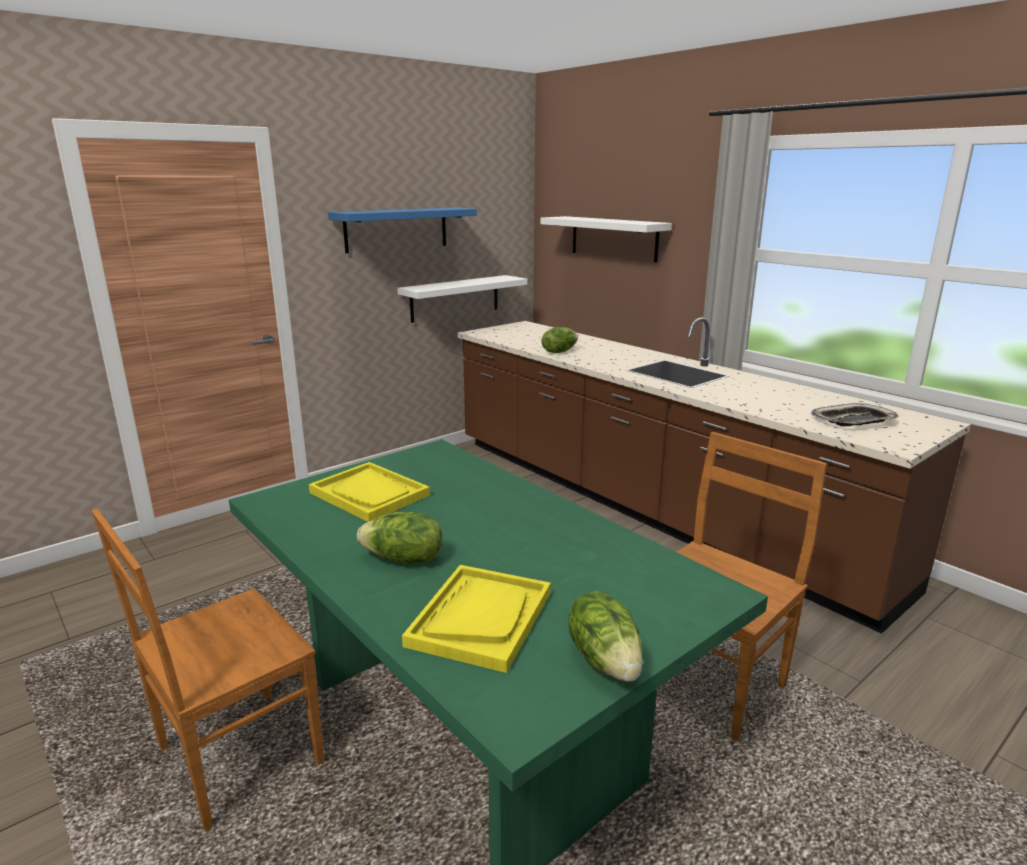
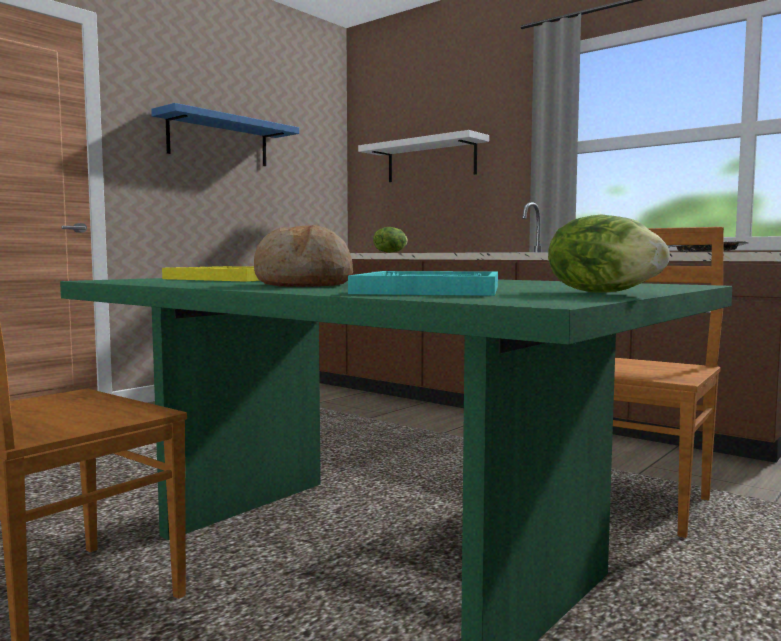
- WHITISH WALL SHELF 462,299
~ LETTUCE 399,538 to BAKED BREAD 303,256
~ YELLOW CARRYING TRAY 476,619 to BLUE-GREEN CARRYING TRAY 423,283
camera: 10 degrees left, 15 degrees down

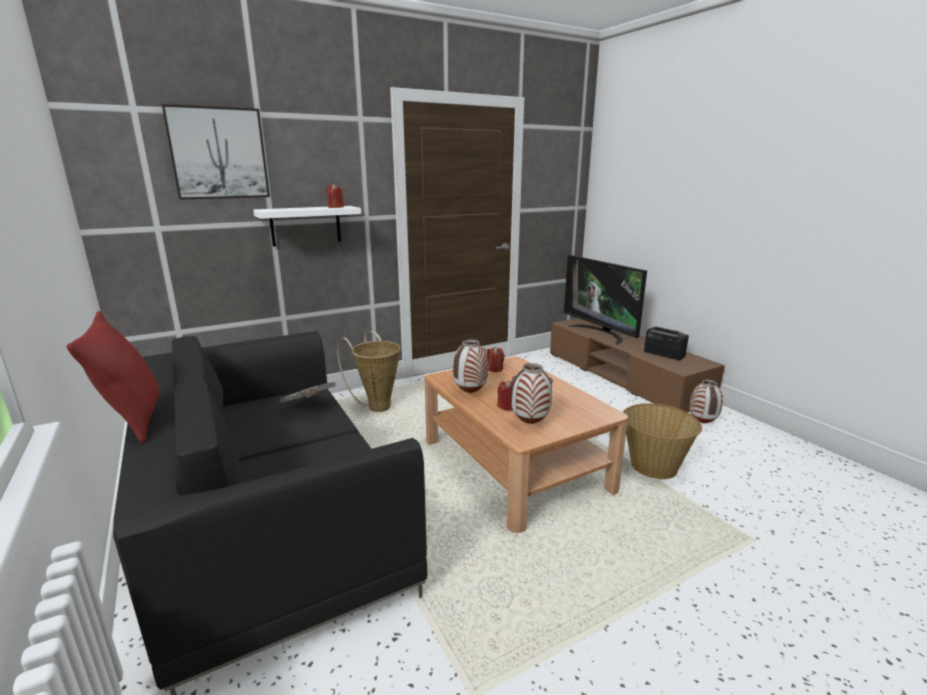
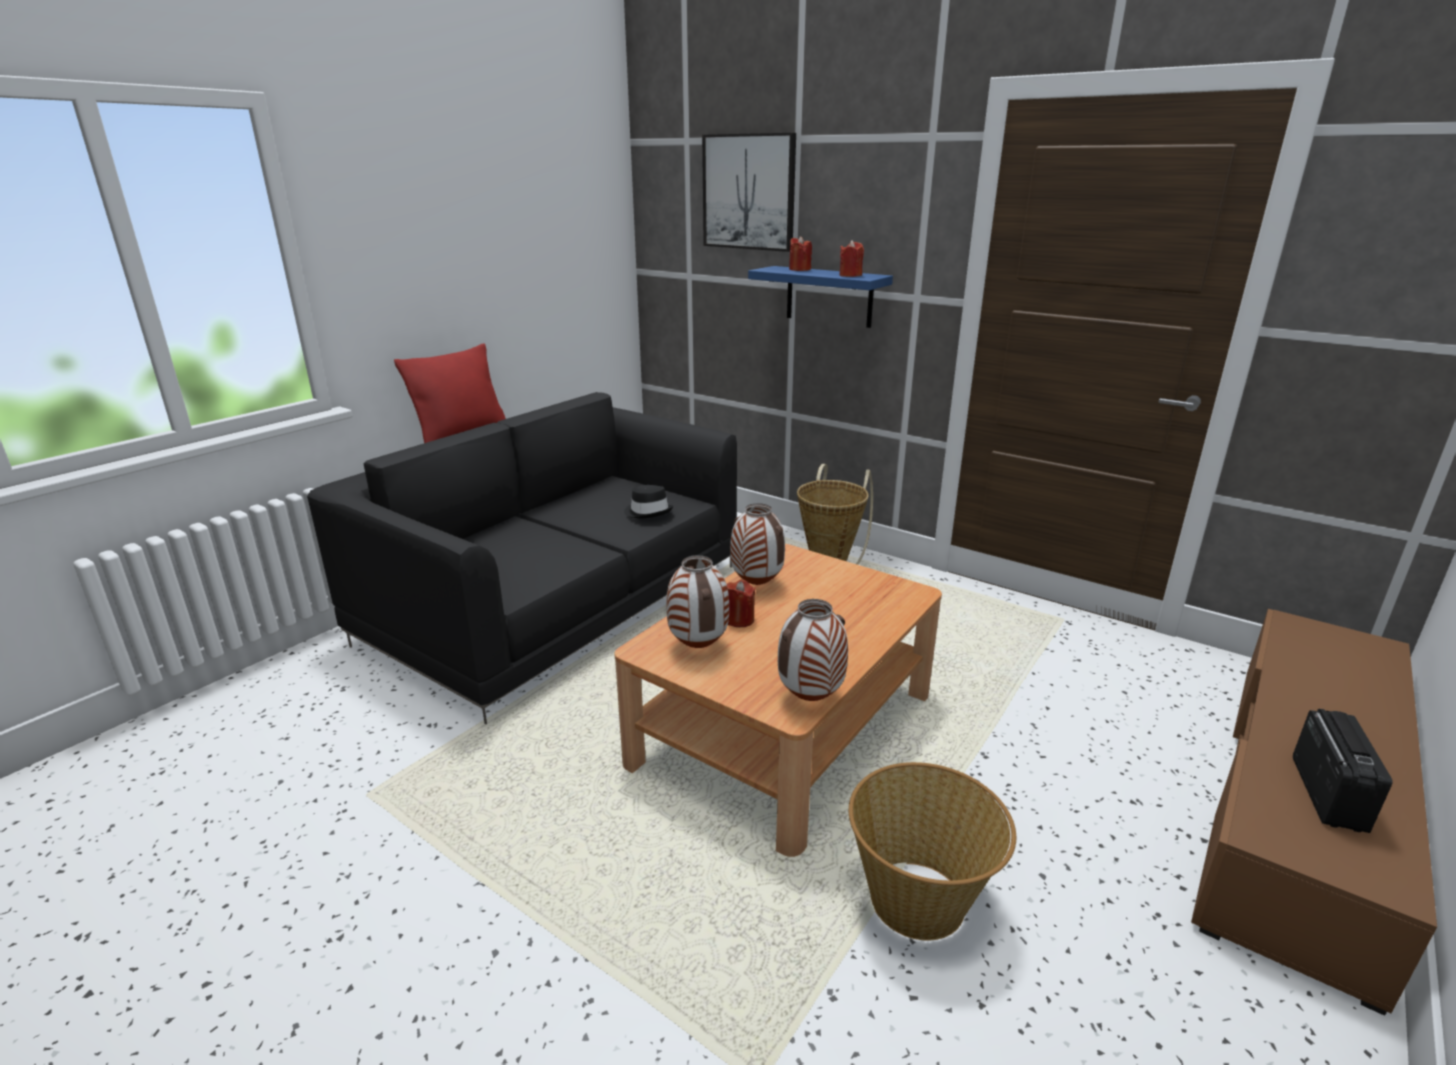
- TV SET 605,299
~ REDDISH CANDLE 496,359 to 800,253
~ VASE 706,401 to 813,650
~ PRINTED PAPER 307,392 to BLACK CLOTHING HAT 648,501
~ WHITISH WALL SHELF 307,226 to BLUE-COLOURED WALL SHELF 820,297
camera: 65 degrees right, 5 degrees up

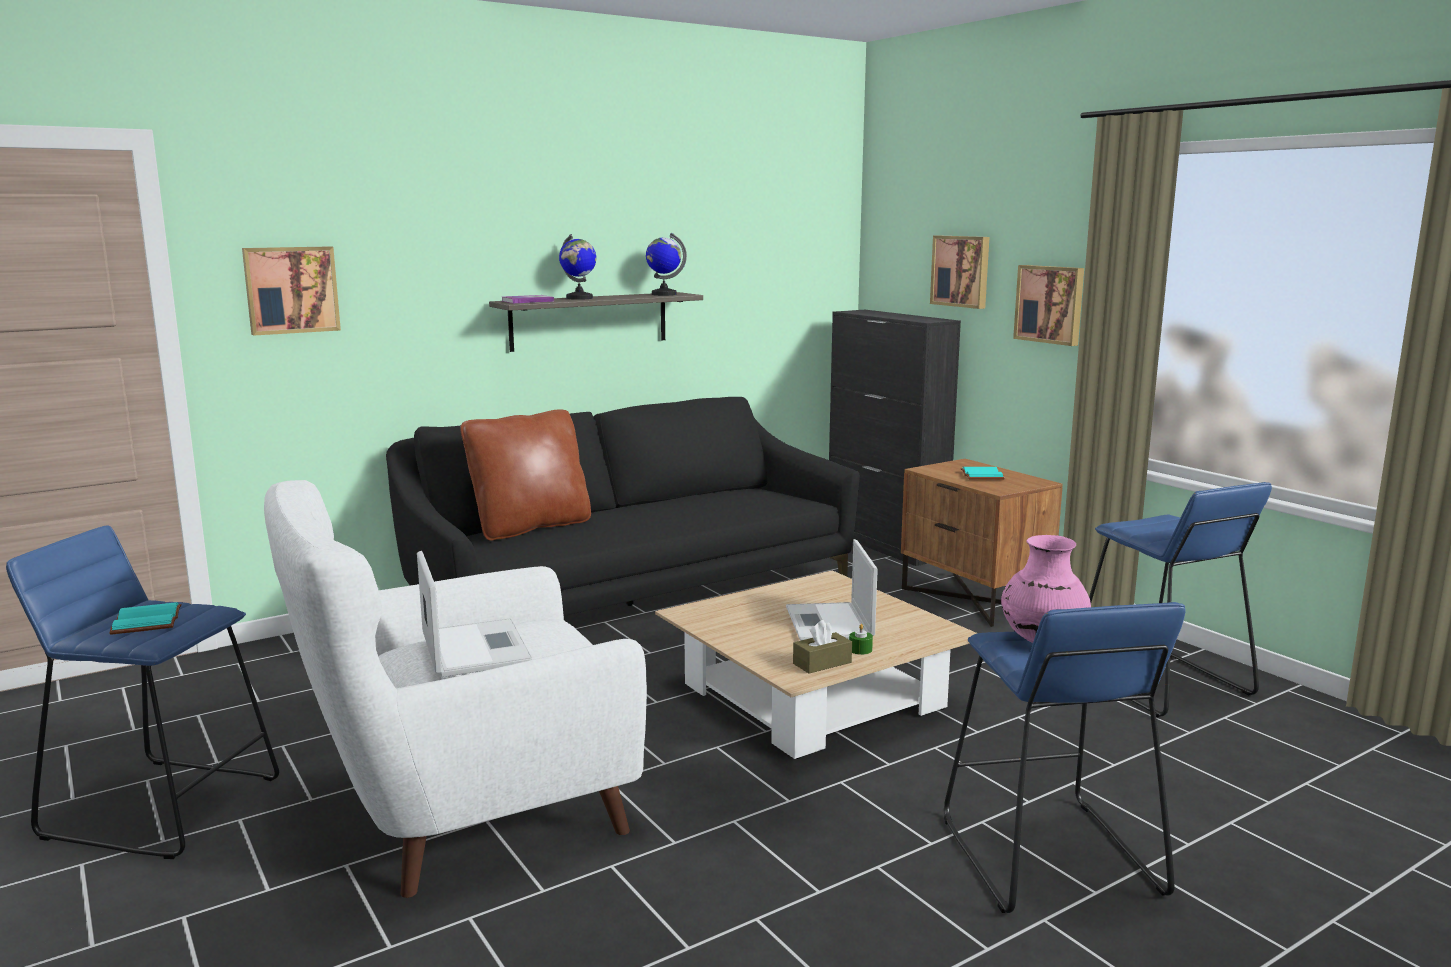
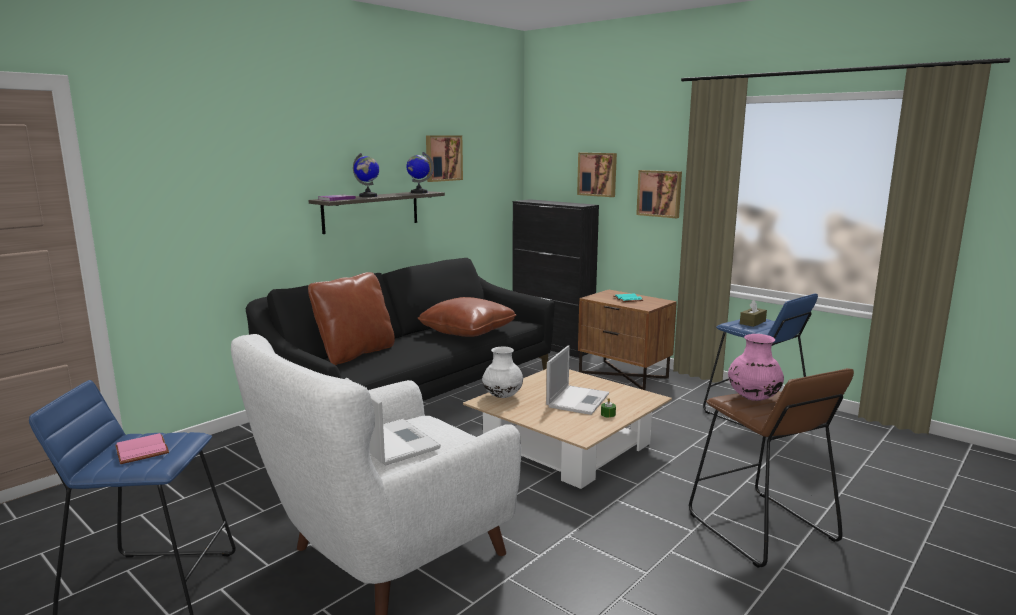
+ BROWN CUSHION 467,317
+ WHITISH VASE 502,372
~ PICTURE 291,291 to 444,159
~ BROWN TISSUE HOLDER 822,647 to 753,313
~ BLUE-GREEN BOUND BOOK 145,618 to PINK BOUND BOOK 142,448
~ BLUE-COLOURED STOOL SEAT 1065,757 to BROWN STOOL SEAT 771,468
~ LAPTOP 832,590 = 577,380 135 degrees counterclockwise
camera: 15 degrees left, 0 degrees up

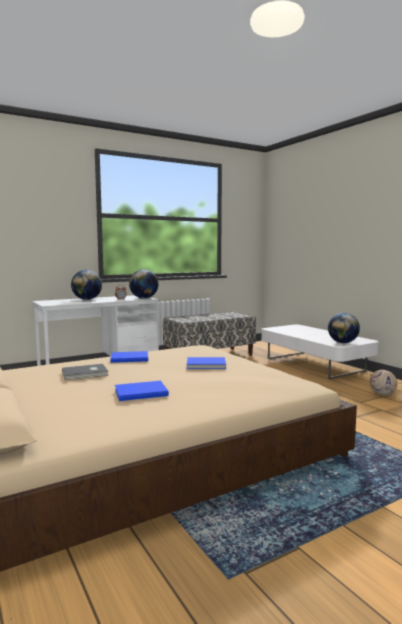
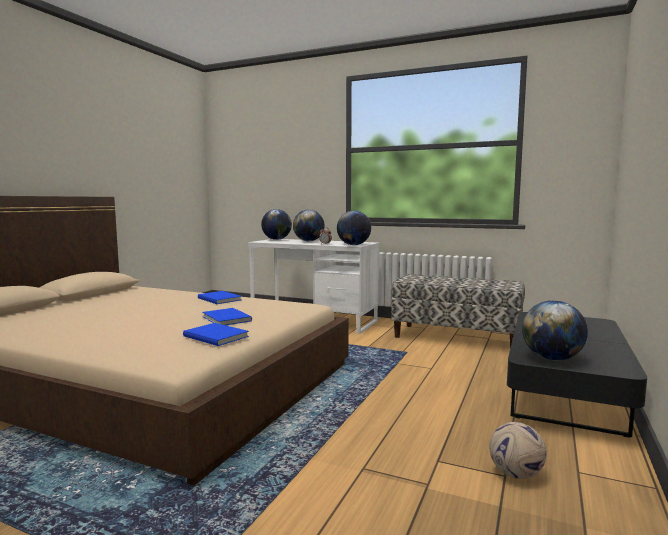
- GREY BOUND BOOK 85,372
+ WORLD GLOBE 276,224
~ BLUE-COLOURED BOUND BOOK 142,391 to 216,334
~ WHITISH COFFEE TABLE 320,352 to BLACK COFFEE TABLE 577,375
camera: 55 degrees right, 0 degrees up

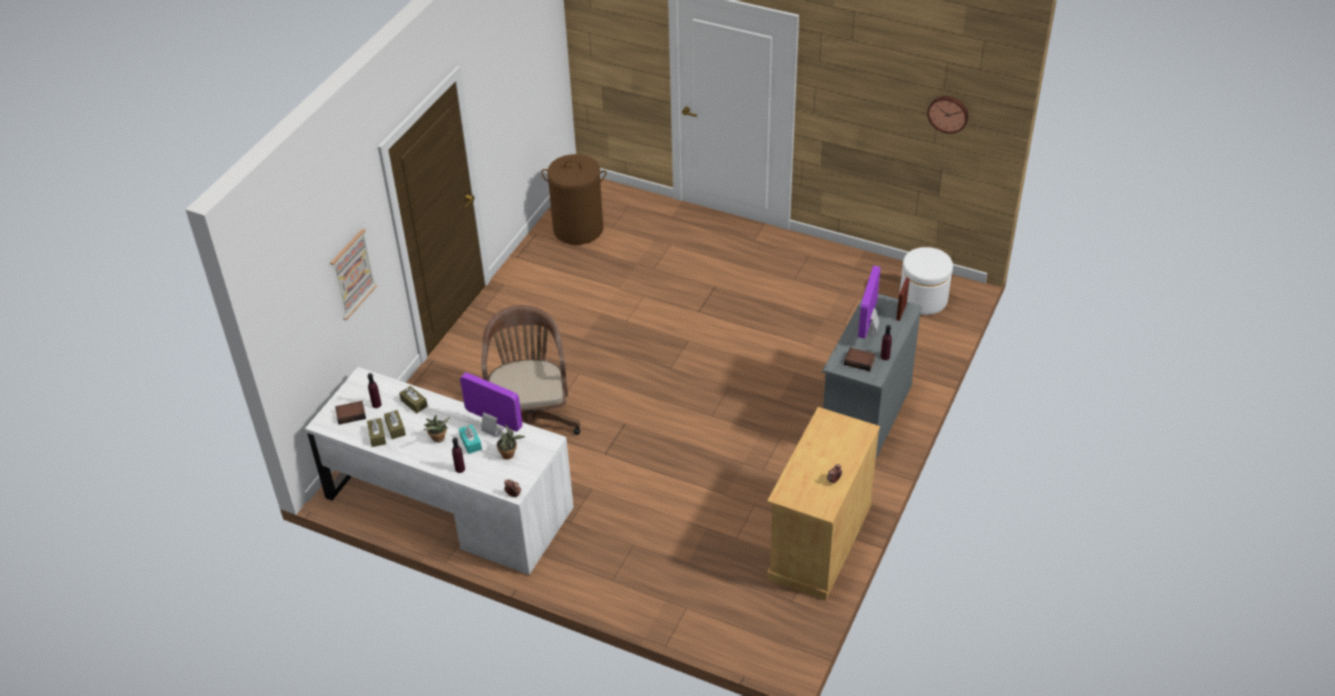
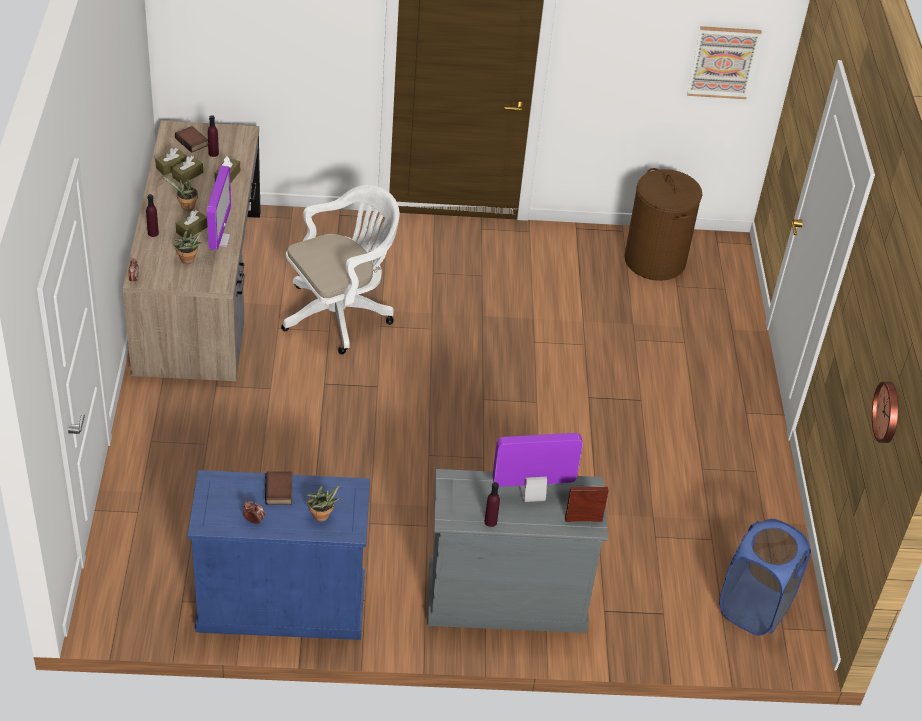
+ PLANT IN A POT 323,503
~ PICTURE 353,274 to 724,62
~ BOUND BOOK 860,359 to 278,488
~ WHITISH POUFFE 926,281 to BLUE-COLOURED LAUNDRY BASKET 765,577
~ WHITISH DESK UNIT 439,471 to BROWN DESK UNIT 191,250
~ BLUE-GREEN TISSUE HOLDER 470,439 to BROWN TISSUE HOLDER 191,224
~ BROWN OFFICE CHAIR 530,370 to WHITISH OFFICE CHAIR 340,270
~ SAND-COLOURED CUPBOARD 823,504 to BLUE-COLOURED CUPBOARD 278,555
camera: 60 degrees right, 0 degrees up

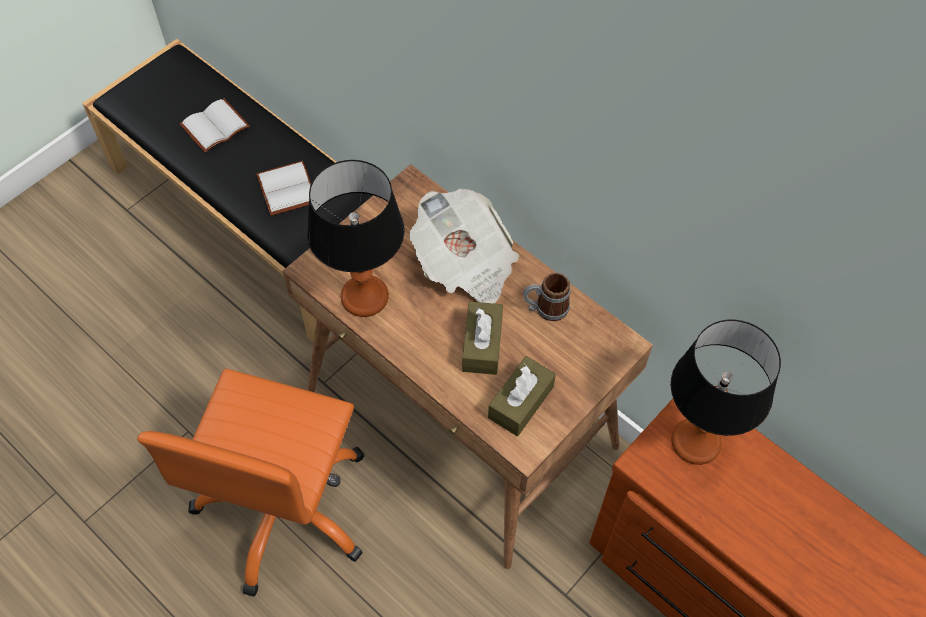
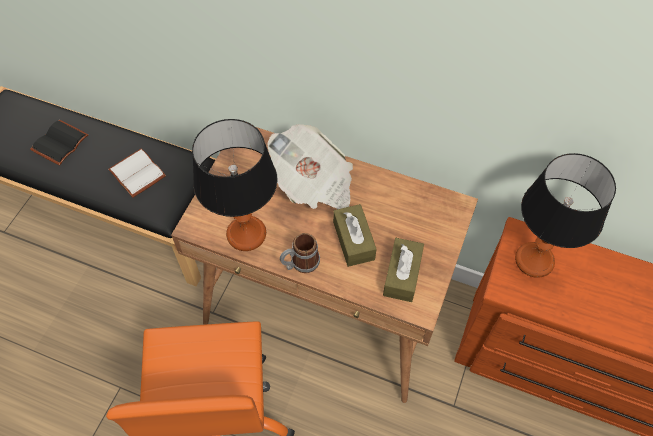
~ MUG 546,297 to 300,253
~ WHITISH BOUND BOOK 215,126 to BLACK BOUND BOOK 59,142
camera: 20 degrees left, 0 degrees up

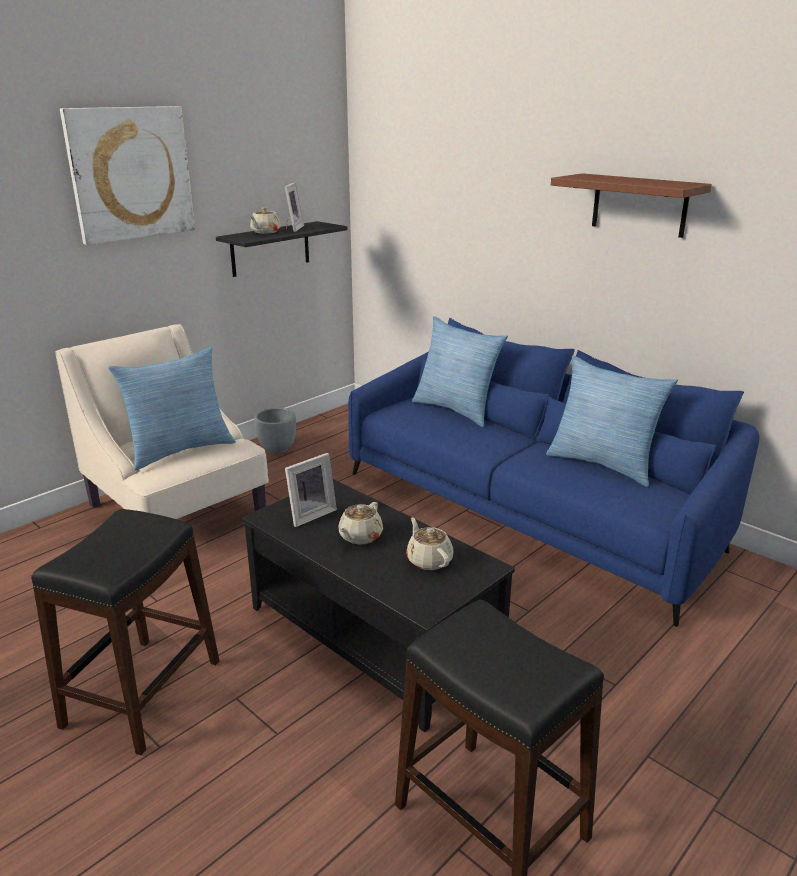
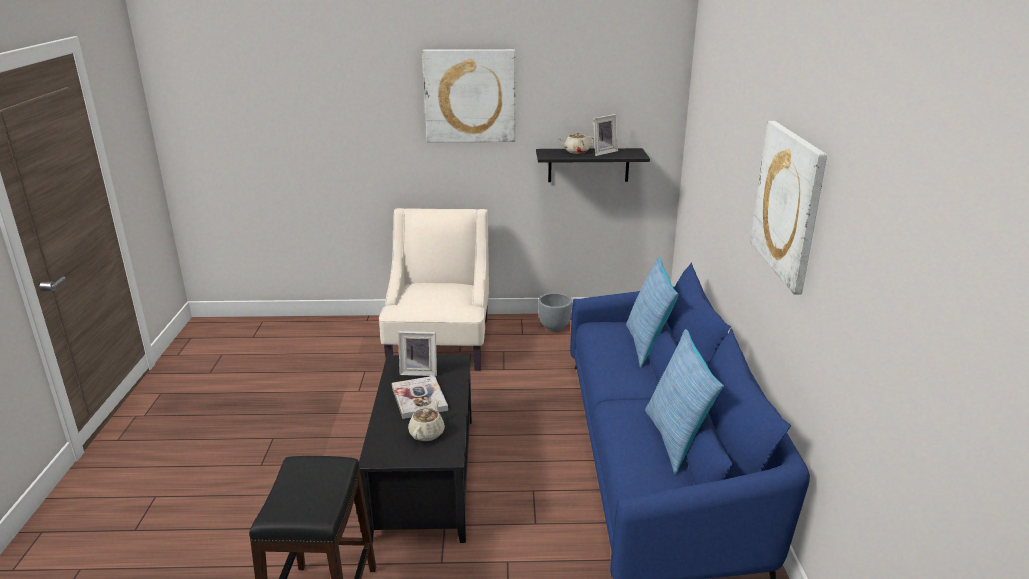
- BLACK STOOL SEAT 125,632
- CUSHION 172,409
~ SAND-COLOURED POT FOR TEA 361,523 to BOUND BOOK 420,397
~ BROWN WALL SHELF 631,205 to PICTURE 788,208
camera: 45 degrees right, 0 degrees up

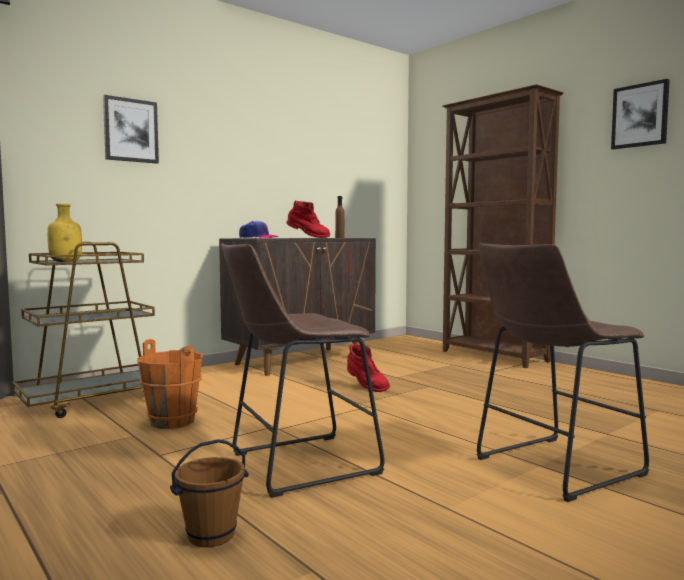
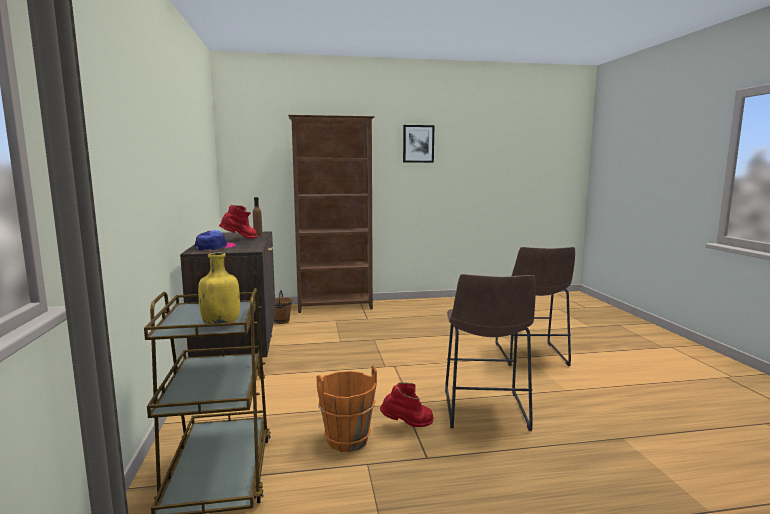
- PICTURE 131,129
~ BROWN BUCKET 209,493 to 283,307
~ REDDISH BOOT 368,367 to 407,404
camera: 60 degrees left, 5 degrees up

